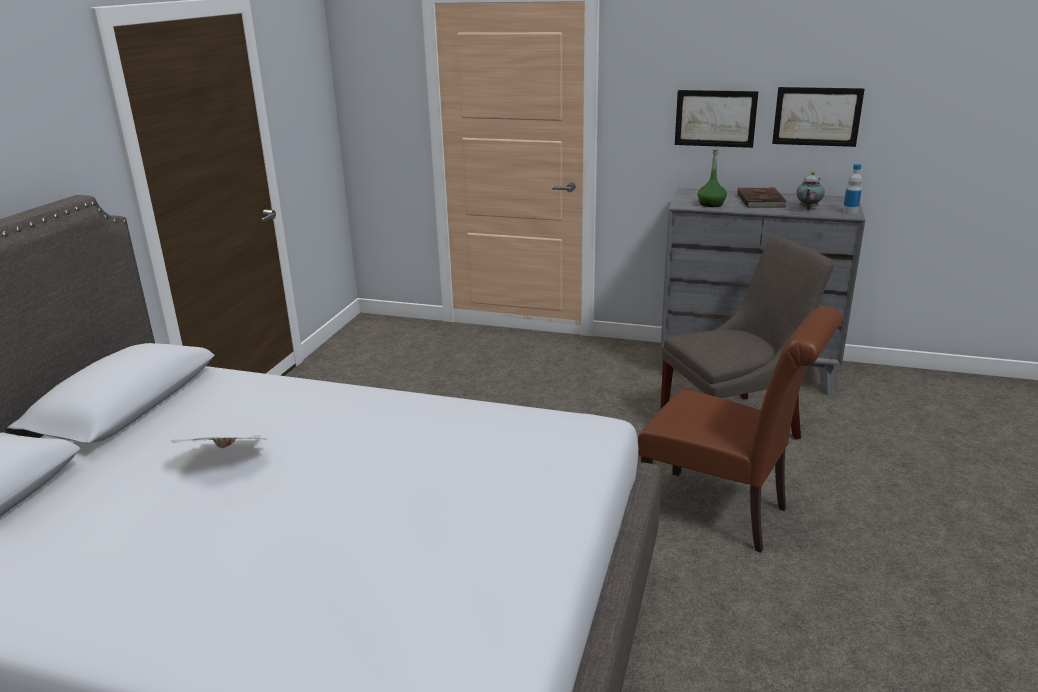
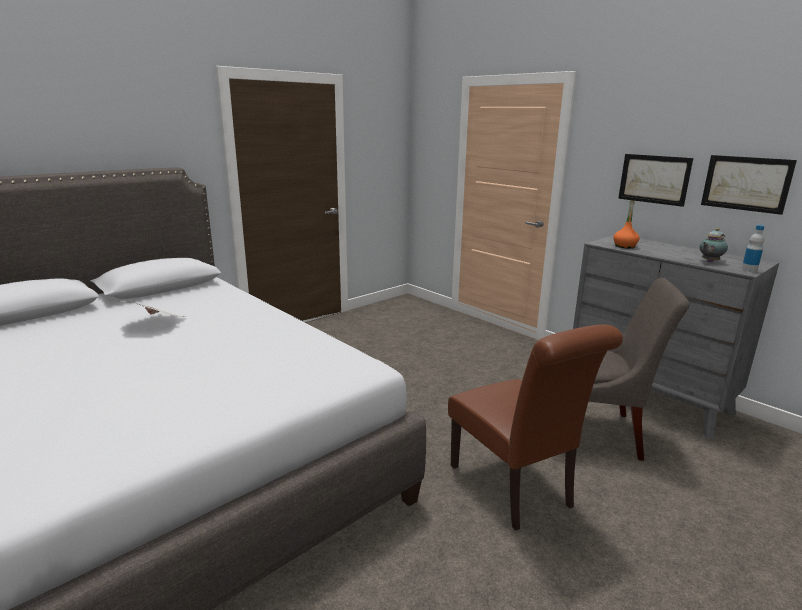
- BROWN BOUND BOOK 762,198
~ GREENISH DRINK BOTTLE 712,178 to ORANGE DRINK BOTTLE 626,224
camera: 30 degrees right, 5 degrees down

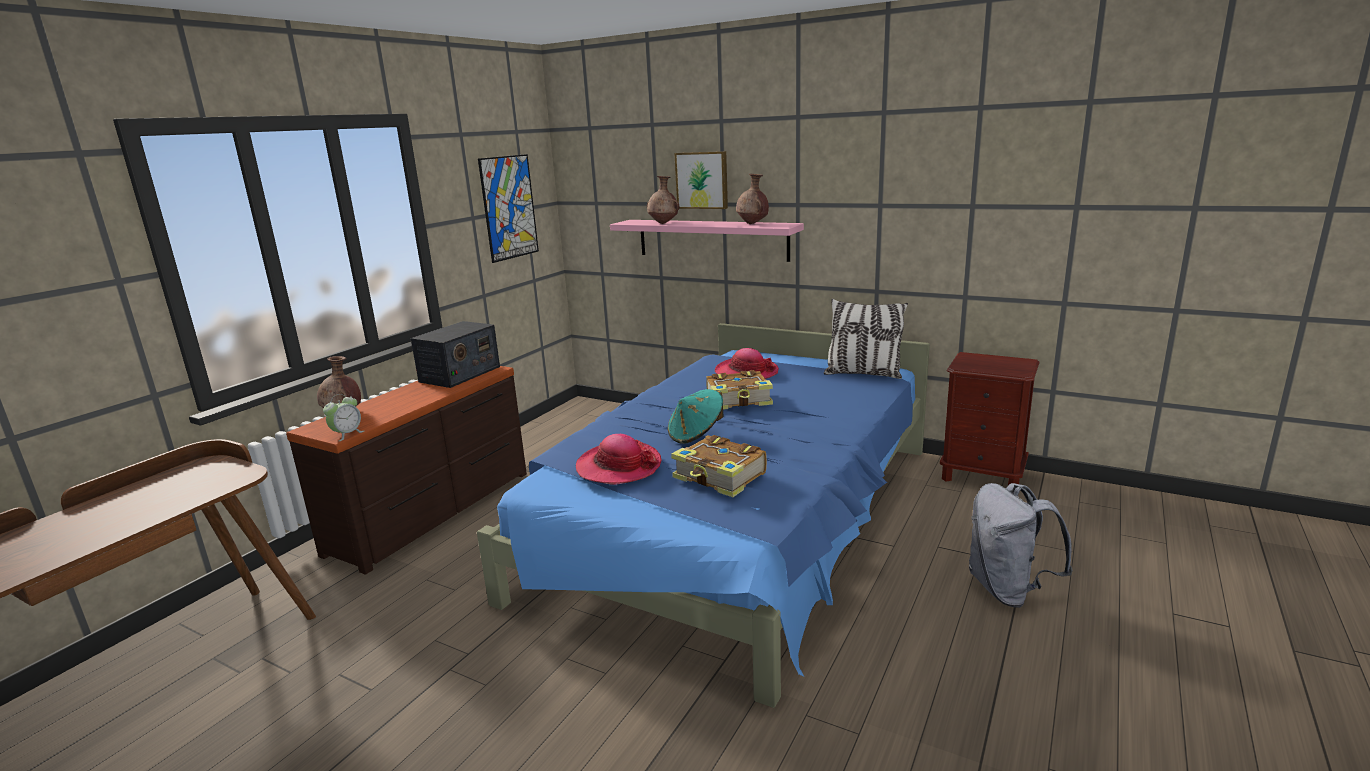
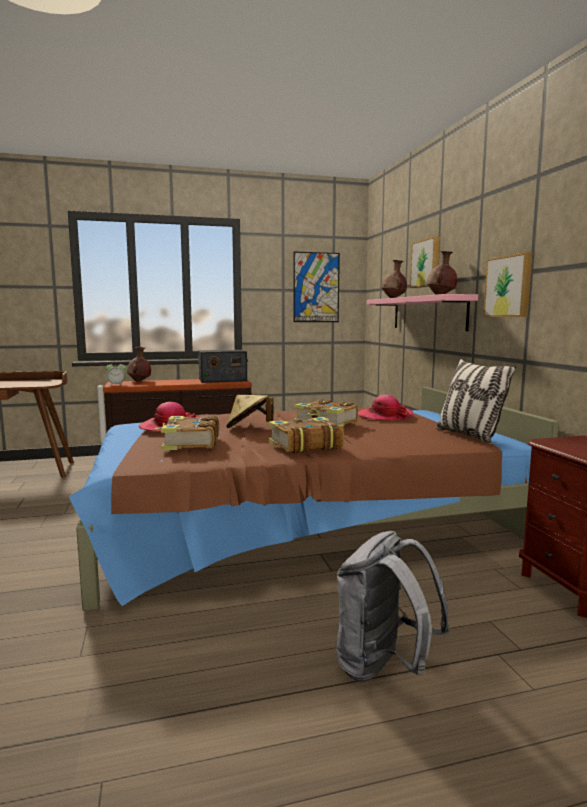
+ BOUND BOOK 306,435
+ PICTURE 507,284
~ BLUE-COLOURED SLEEPING BED 703,515 to BROWN SLEEPING BED 314,499
~ BLUE-GREEN CLOTHING HAT 695,416 to SAND-COLOURED CLOTHING HAT 250,411
camera: 45 degrees right, 10 degrees down

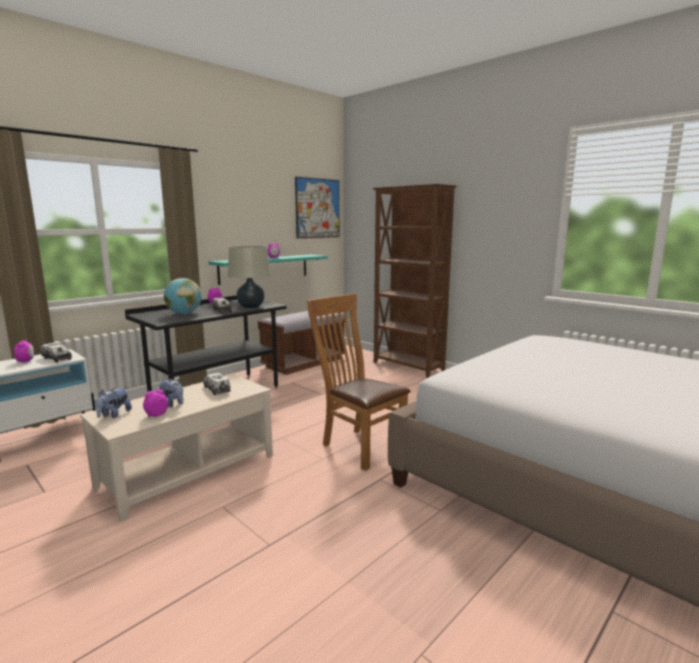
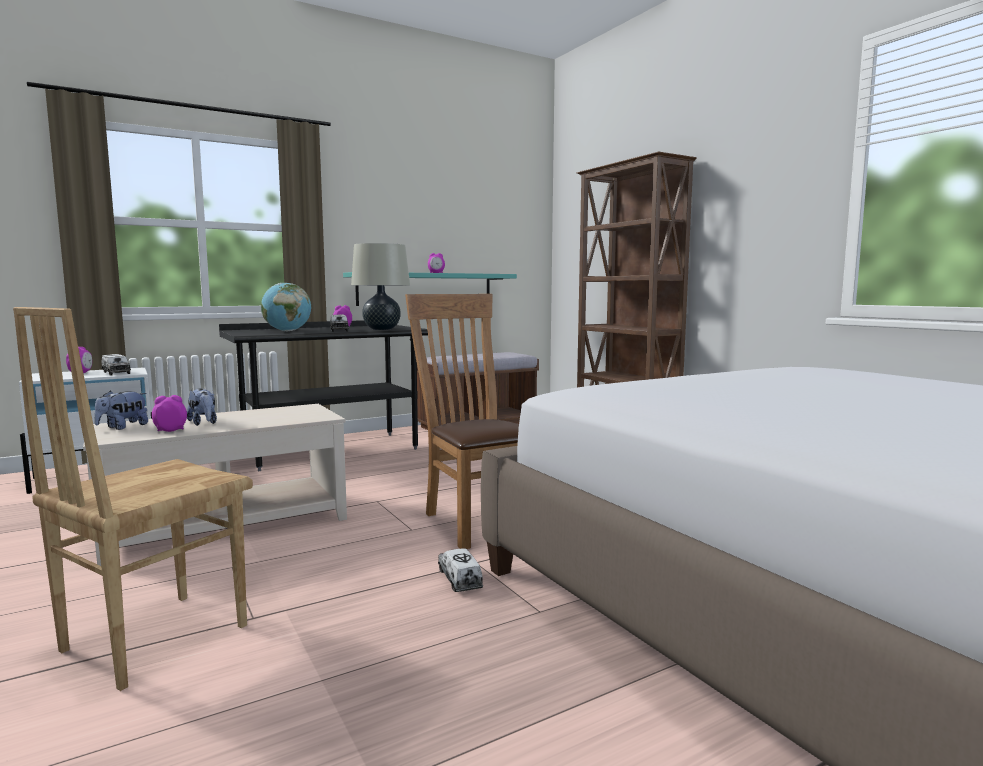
- PICTURE 317,207
+ BROWN UPRIGHT CHAIR 133,499
~ MODEL TRUCK 217,384 to 460,570
camera: 15 degrees right, 5 degrees down

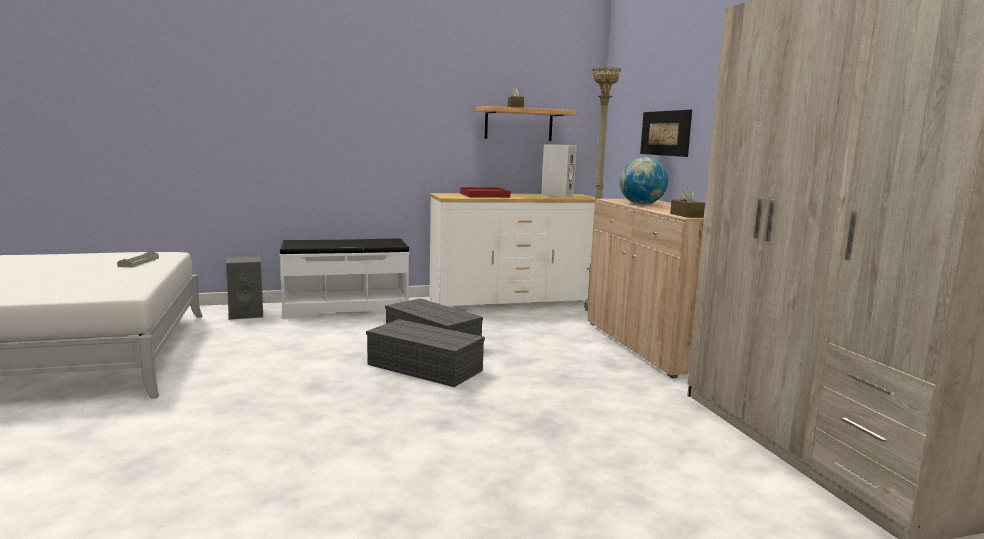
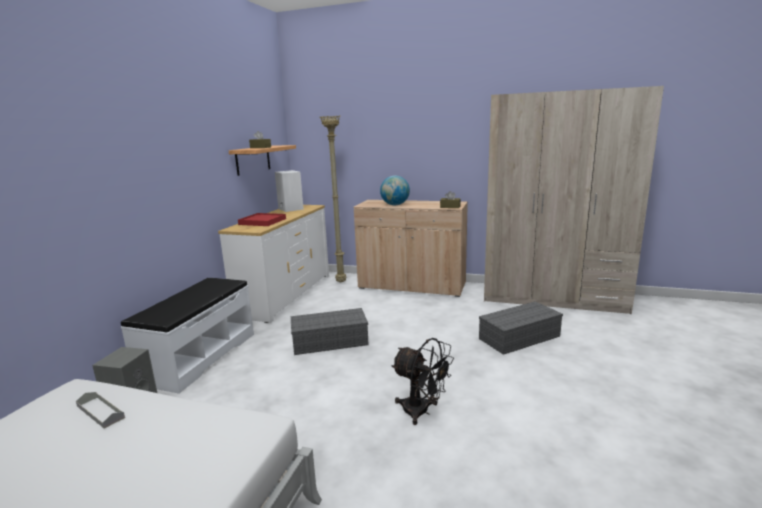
- PICTURE 666,133
+ BLACK ELECTRIC FAN 422,381
~ GREY STORAGE BOX 425,353 to 521,328
camera: 55 degrees left, 5 degrees up

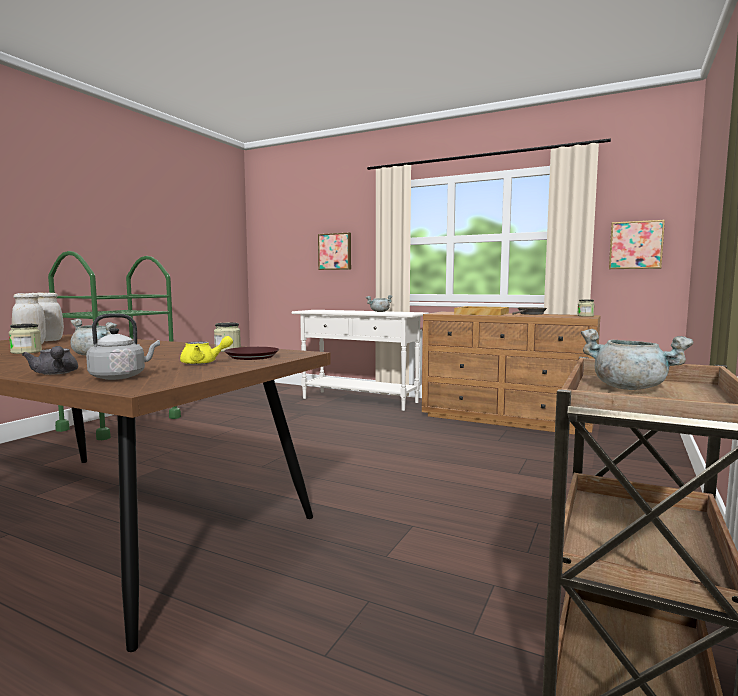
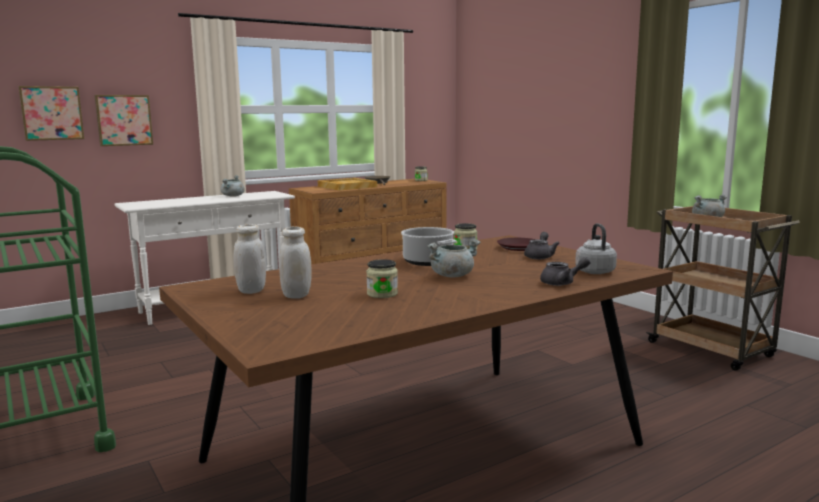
+ COOKING POT 428,246
~ PICTURE 637,244 to 51,113
~ YELLOW POT FOR TEA 206,350 to GREY POT FOR TEA 542,245
camera: 60 degrees left, 5 degrees up

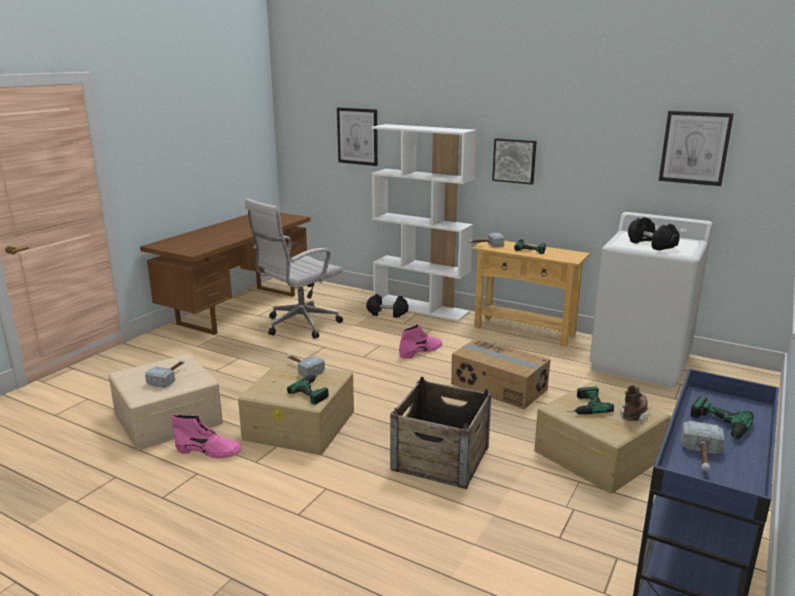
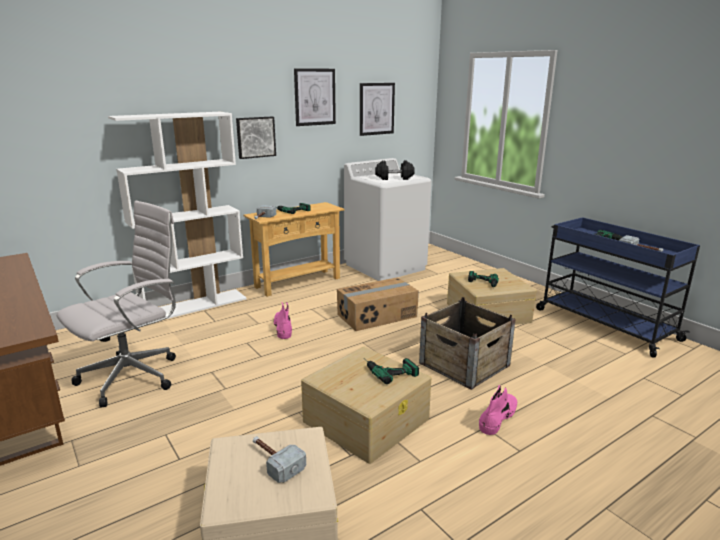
- TOOL HAMMER 306,365
- BLACK DUMBBELL 387,306
- BROWN BOOT 635,405
~ PINK BOOT 206,436 to 498,410
~ PICTURE 357,137 to 315,97
~ WHITISH OFFICE CHAIR 294,268 = 116,304 120 degrees counterclockwise
camera: 65 degrees left, 0 degrees up

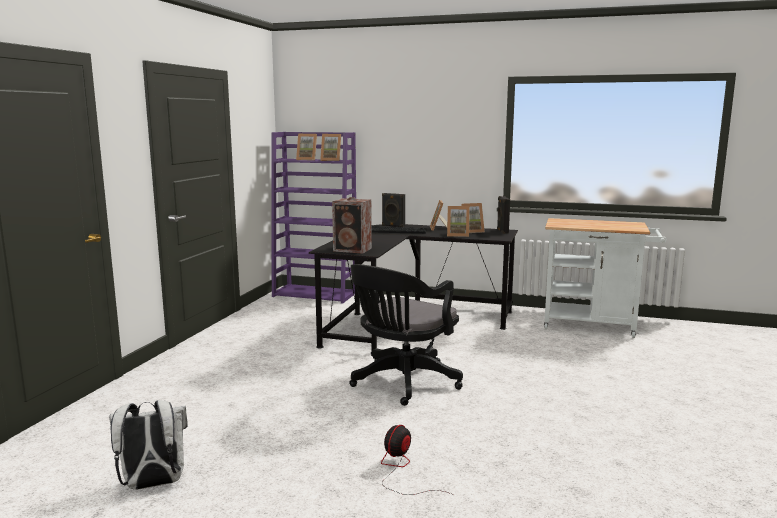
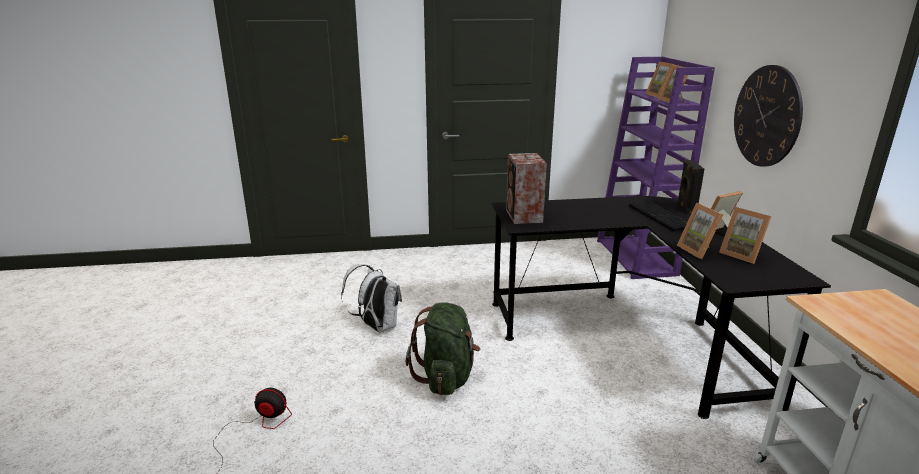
- BLACK SPEAKER 503,215
+ CLOCK ON THE WALL 768,116
~ WHITISH BACKPACK 148,445 to 371,298
~ BLACK OFFICE CHAIR 406,335 to GREENISH BACKPACK 443,348
camera: 65 degrees right, 10 degrees up

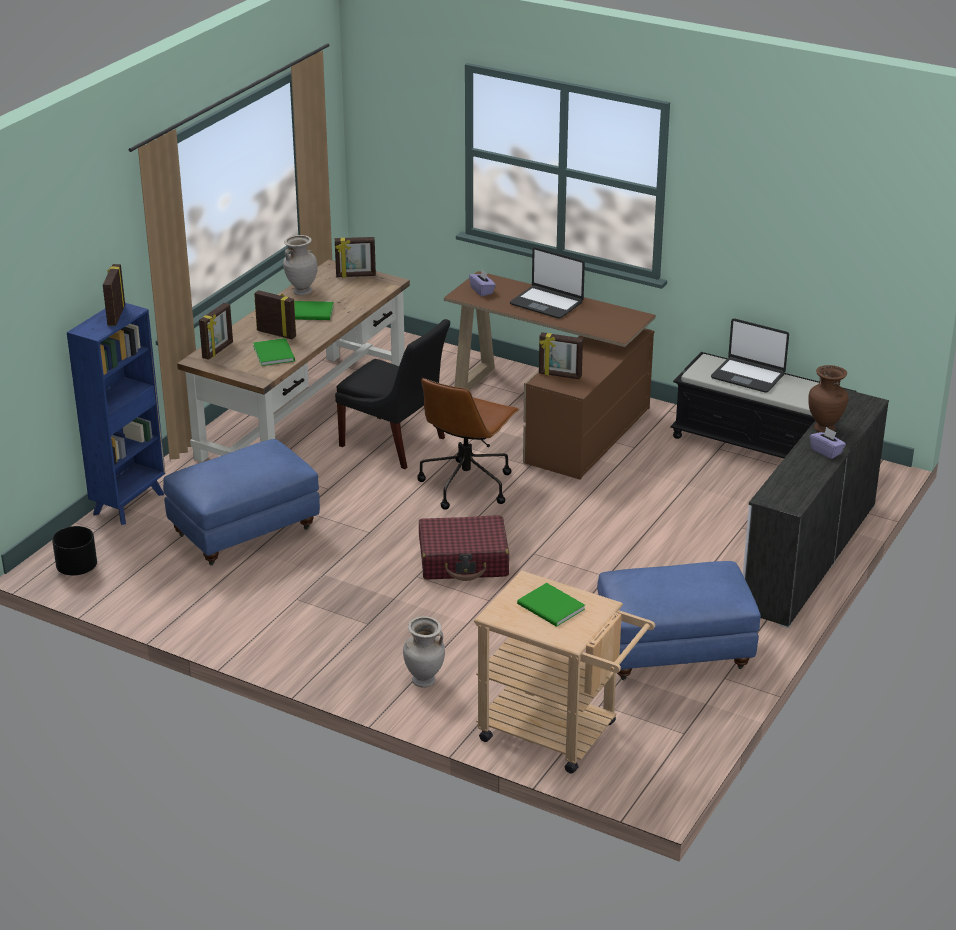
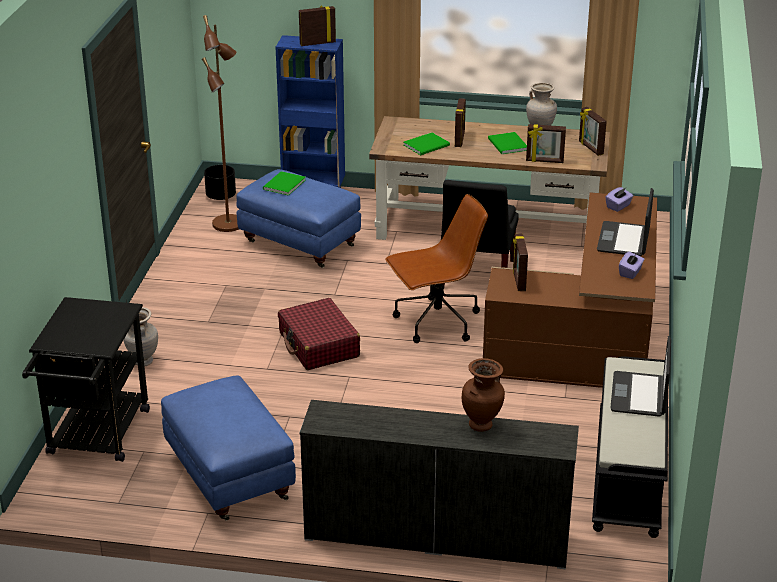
+ BROWN STANDING LAMP 220,123
~ STANDING FRAME 216,331 to 546,143
~ GREENISH BOUND BOOK 551,605 to 284,183
~ PURPLISH TISSUE HOLDER 828,443 to 631,265
~ SAND-COLOURED CART 564,672 to BLACK CART 86,379
~ BROWN OFFICE CHAIR 468,444 = 436,268 150 degrees clockwise
camera: 70 degrees right, 0 degrees up

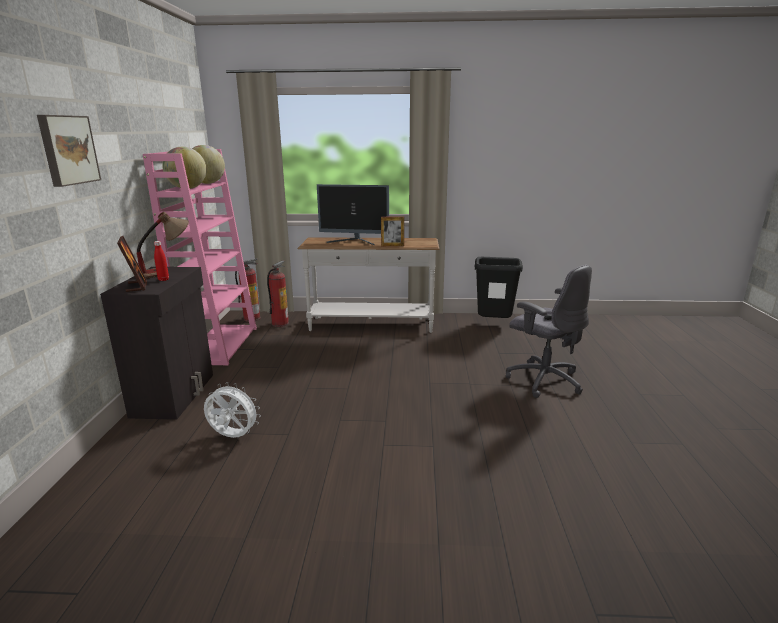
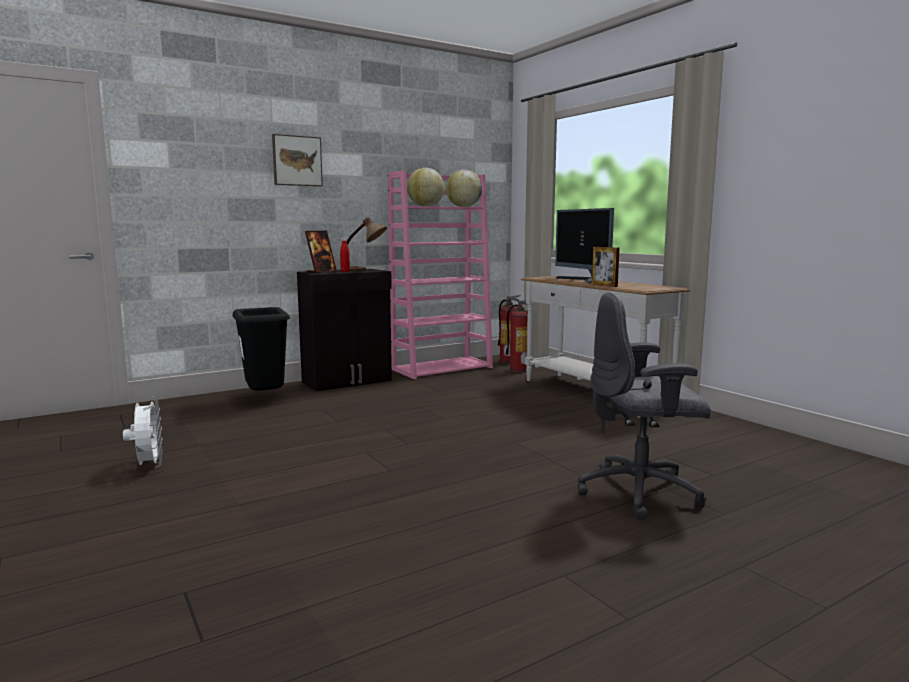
~ WHITISH ELECTRIC FAN 232,410 to 143,432
~ BLACK WASTE BIN 499,287 to 261,349
~ GREY OFFICE CHAIR 549,331 = 644,406 75 degrees clockwise
camera: 55 degrees right, 10 degrees down

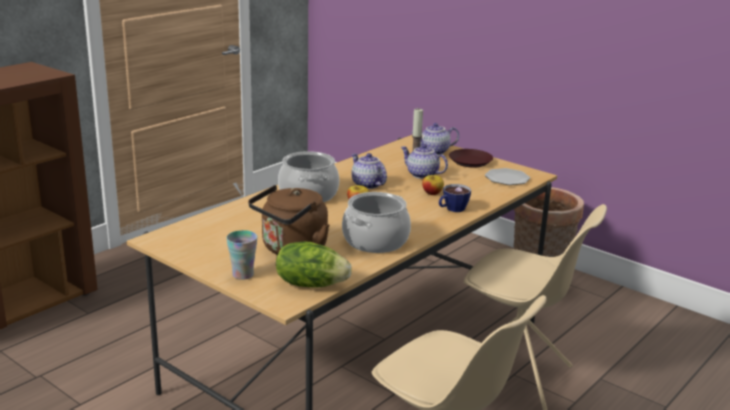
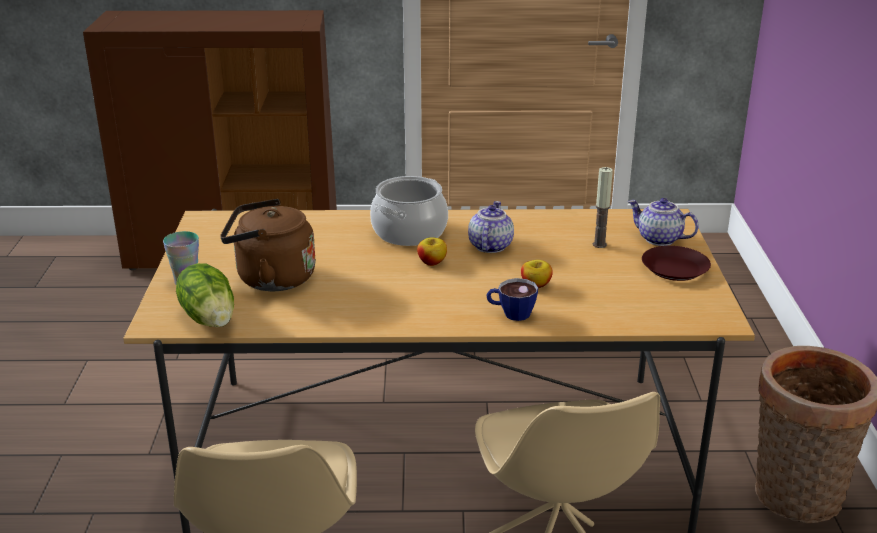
- COOKING POT 376,222
- POT FOR TEA 424,161
- DINNER PLATE 507,176
camera: 50 degrees right, 5 degrees up

